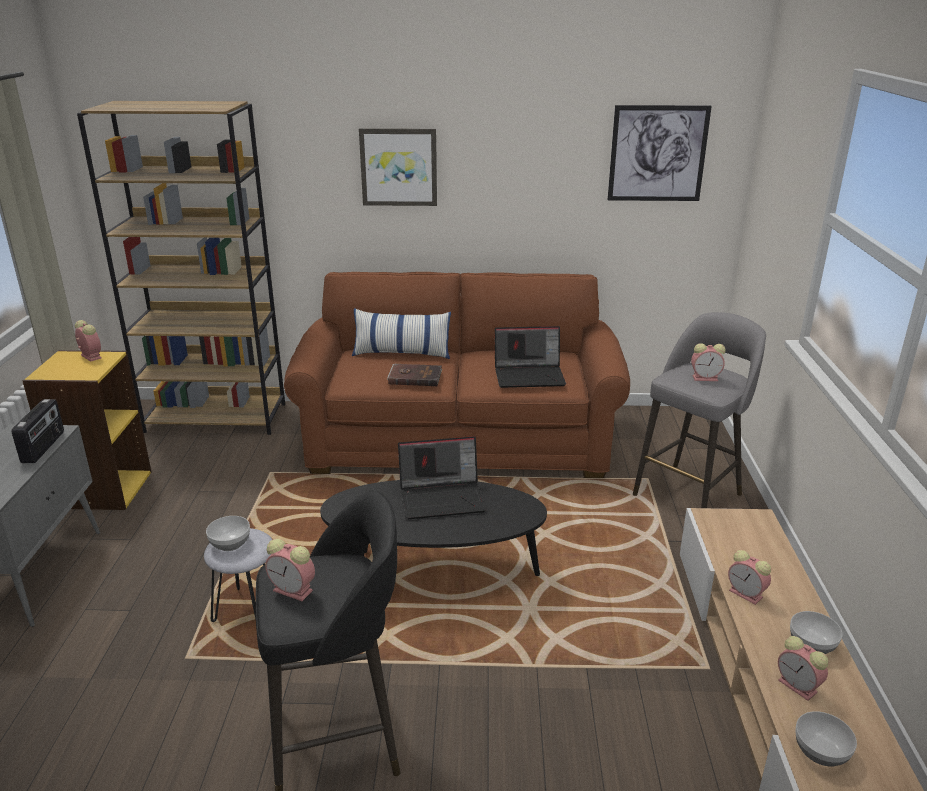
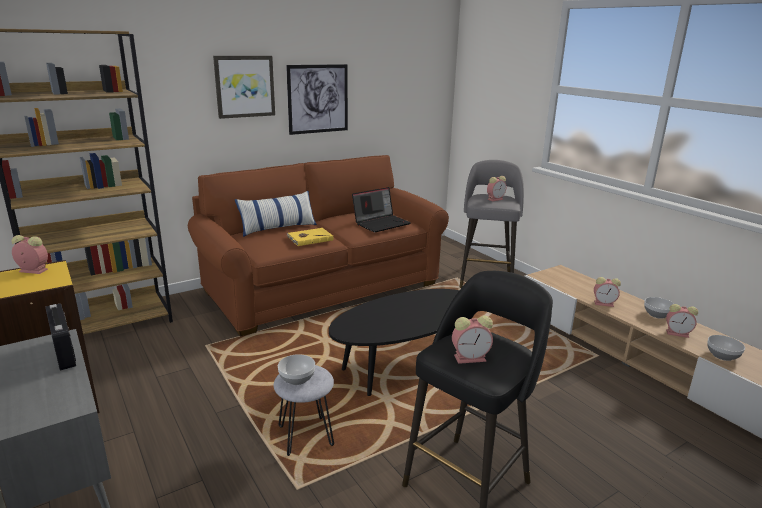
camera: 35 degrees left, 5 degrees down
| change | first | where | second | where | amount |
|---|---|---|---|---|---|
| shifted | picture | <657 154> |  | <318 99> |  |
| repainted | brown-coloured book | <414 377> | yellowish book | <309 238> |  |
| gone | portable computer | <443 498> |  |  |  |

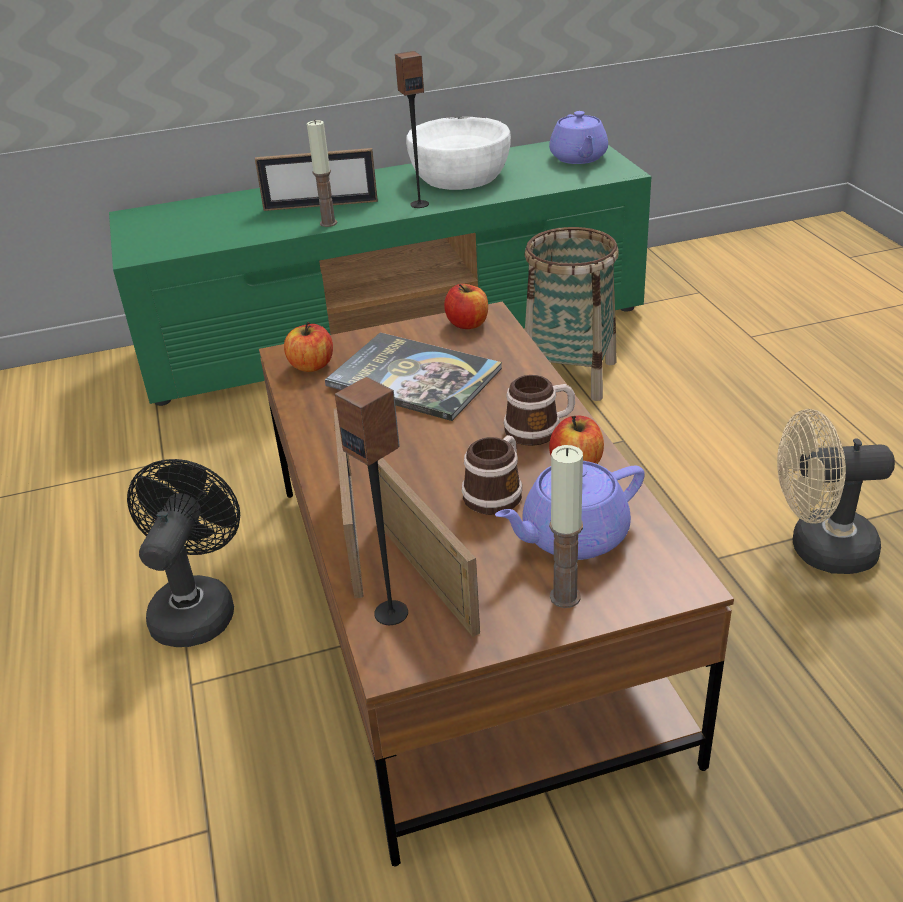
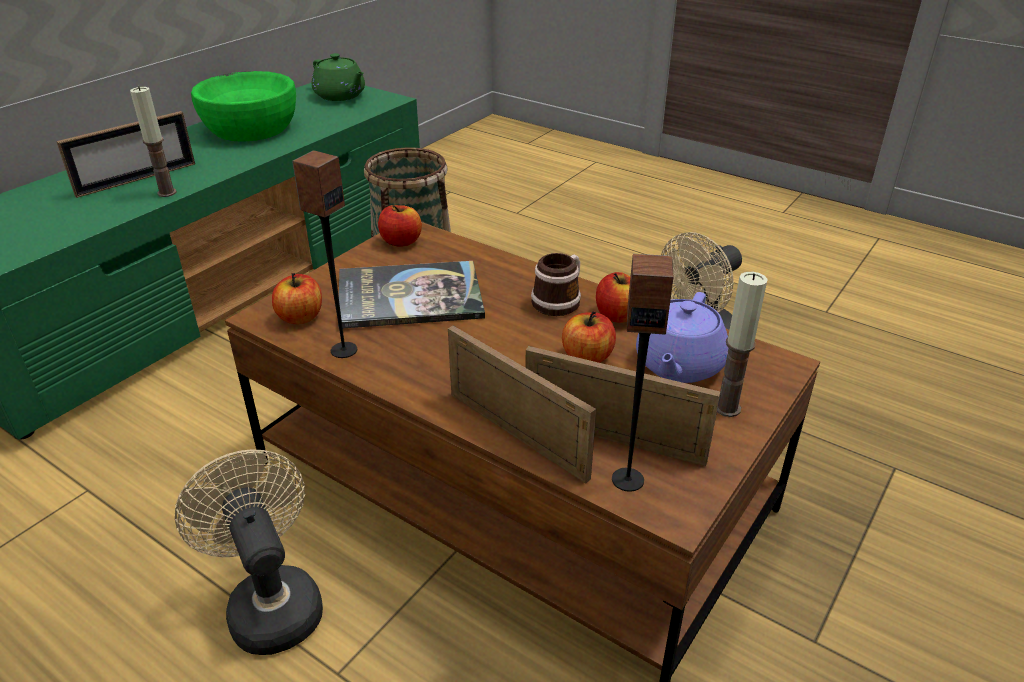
camera: 40 degrees left, 0 degrees up
| change | first | where | second | where | amount |
|---|---|---|---|---|---|
| repainted | black fan | <197 607> | beige fan | <270 603> |  |
| repainted | white serving bowl | <460 176> | green serving bowl | <250 128> |  |
| shifted | loudspeaker | <419 204> |  | <343 350> |  |
| repainted | purple tea pot | <578 158> | green tea pot | <340 96> |  |
| swapped | coffee mug | <496 492> | apple | <587 357> |  |

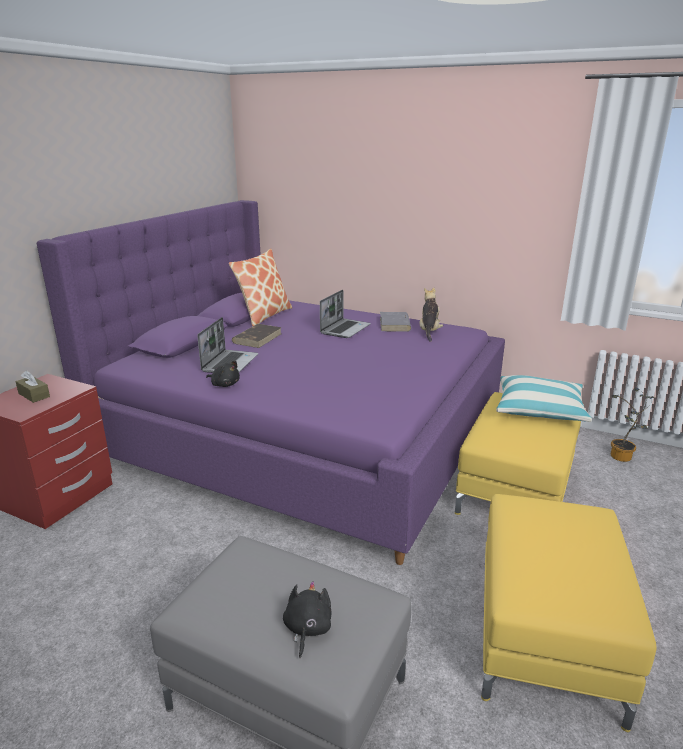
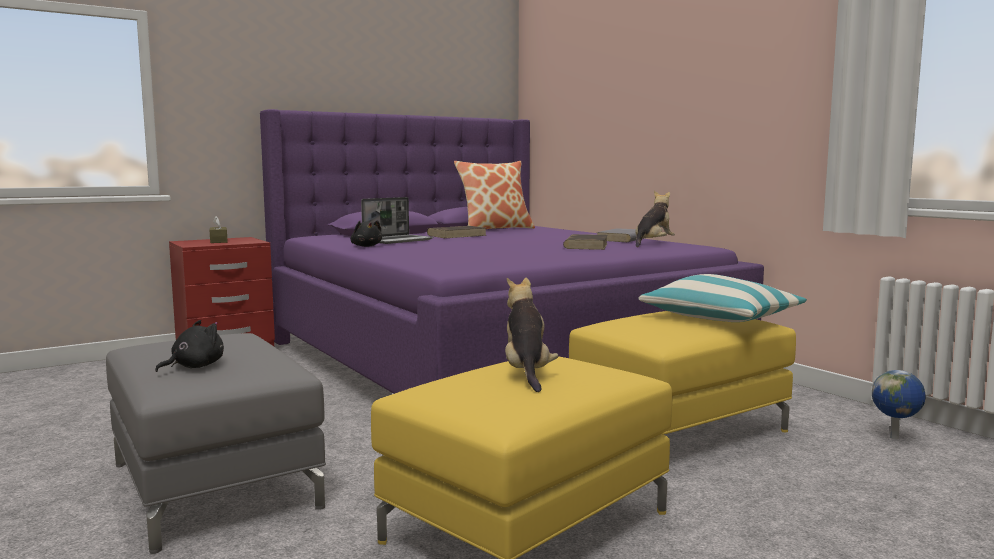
camera: 30 degrees right, 15 degrees down
| change | first | where | second | where | amount |
|---|---|---|---|---|---|
| new |  |  | plush toy | <527 373> |  |
| new |  |  | brown-coloured book | <586 246> |  |
| swapped | plant in a pot | <622 458> | desk globe | <895 438> |  |
| gone | portable computer | <345 329> |  |  |  |

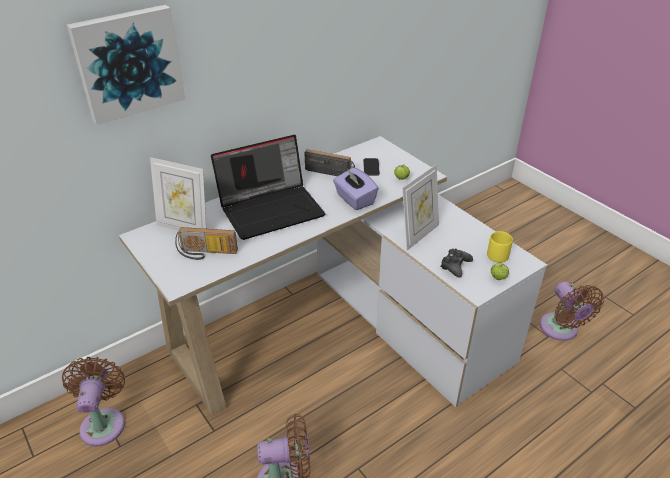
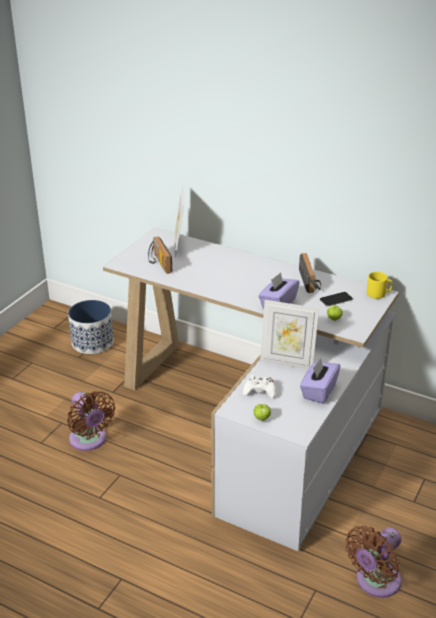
camera: 65 degrees right, 5 degrees down
| change | first | where | second | where | amount |
|---|---|---|---|---|---|
| swapped | brown-coloured fan | <103 422> | plant pot | <92 342> |  |
| repainted | black joypad | <455 266> | white joypad | <259 391> |  |
| new |  |  | purple box of tissues | <318 391> |  |
| shifted | yellowish coffee mug | <498 254> |  | <378 294> |  |
| gone | picture | <128 63> |  |  |  |
| gone | portable computer | <272 208> |  |  |  |

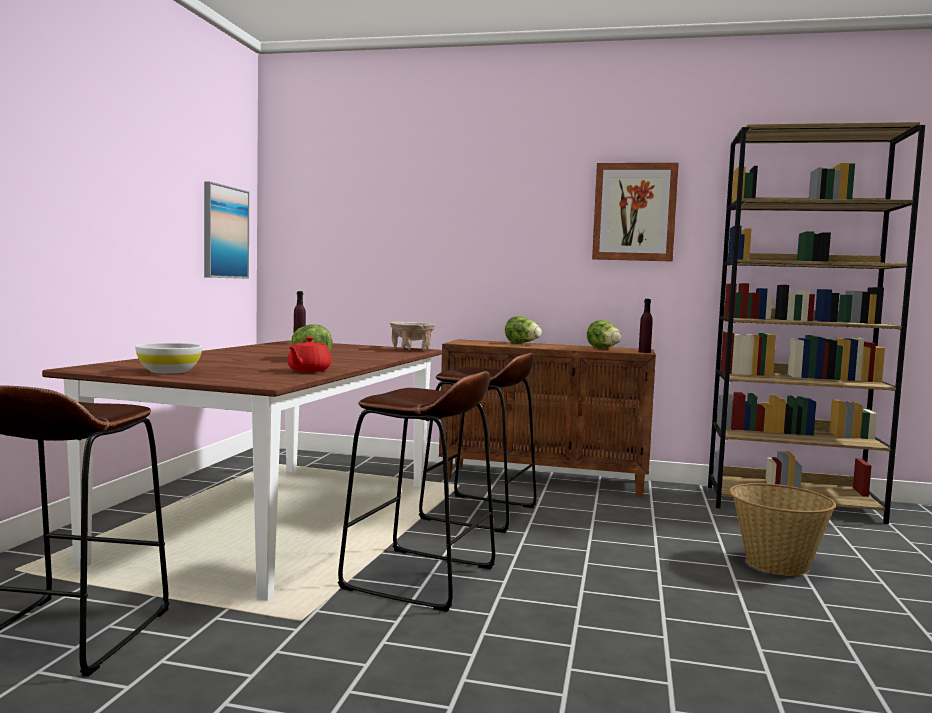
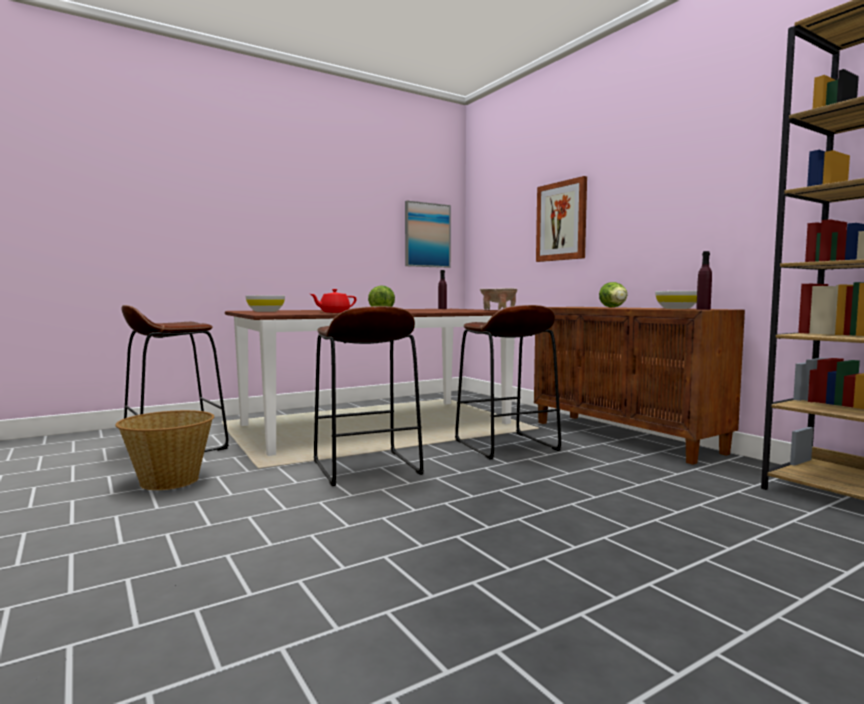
camera: 45 degrees right, 0 degrees up
| change | first | where | second | where | amount |
|---|---|---|---|---|---|
| shifted | household basket | <775 564> |  | <169 480> |  |
| shifted | picture | <634 212> |  | <561 221> |  |
| swapped | lettuce head | <604 348> | white serving bowl | <676 308> |  |

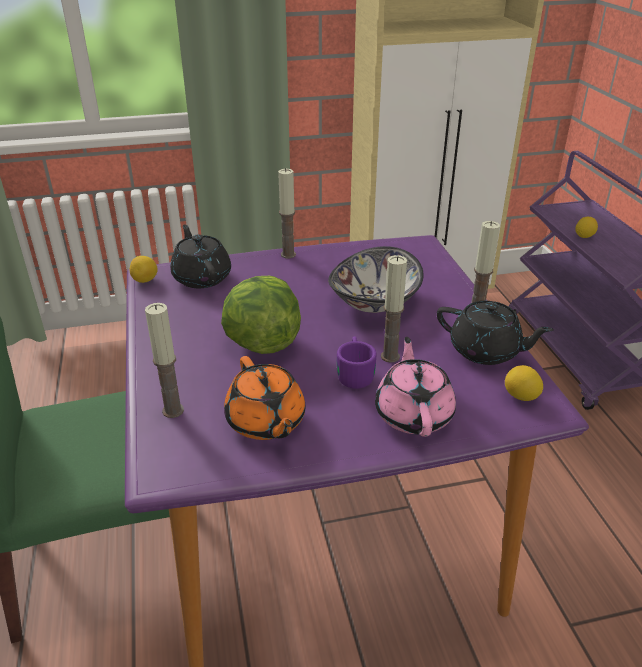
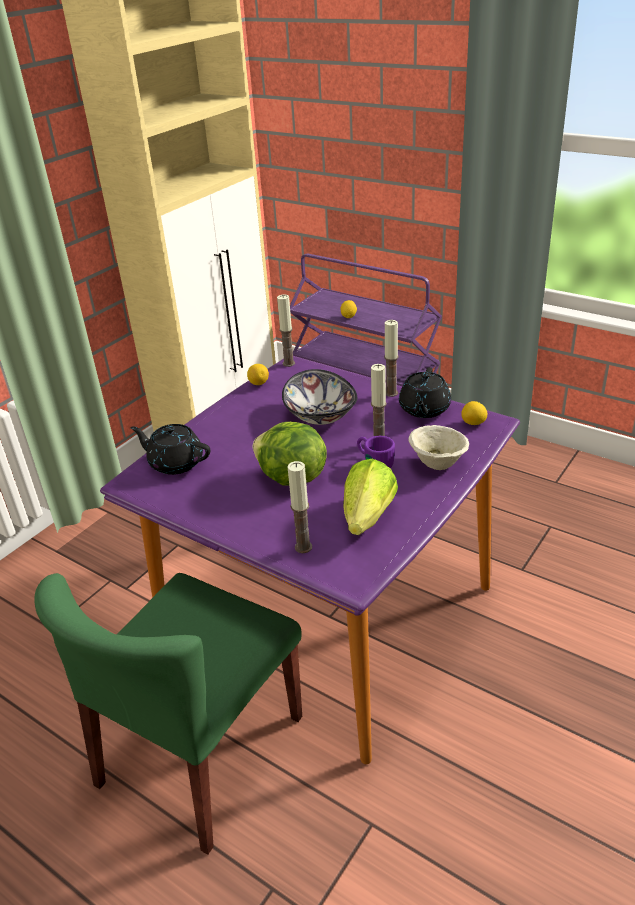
camera: 40 degrees left, 0 degrees up
| change | first | where | second | where | amount |
|---|---|---|---|---|---|
| shifted | citrus fruit | <145 280> |  | <258 383> |  |
| shifted | candle | <288 254> |  | <289 363> |  |
| swapped | orange-coloured tea pot | <266 422> | lettuce head | <368 517> |  |
| rotated | black tea pot | <486 351> |  | <424 409> | 120 degrees clockwise |
| swapped | pink-coloured tea pot | <413 413> | beige serving bowl | <436 463> |  |

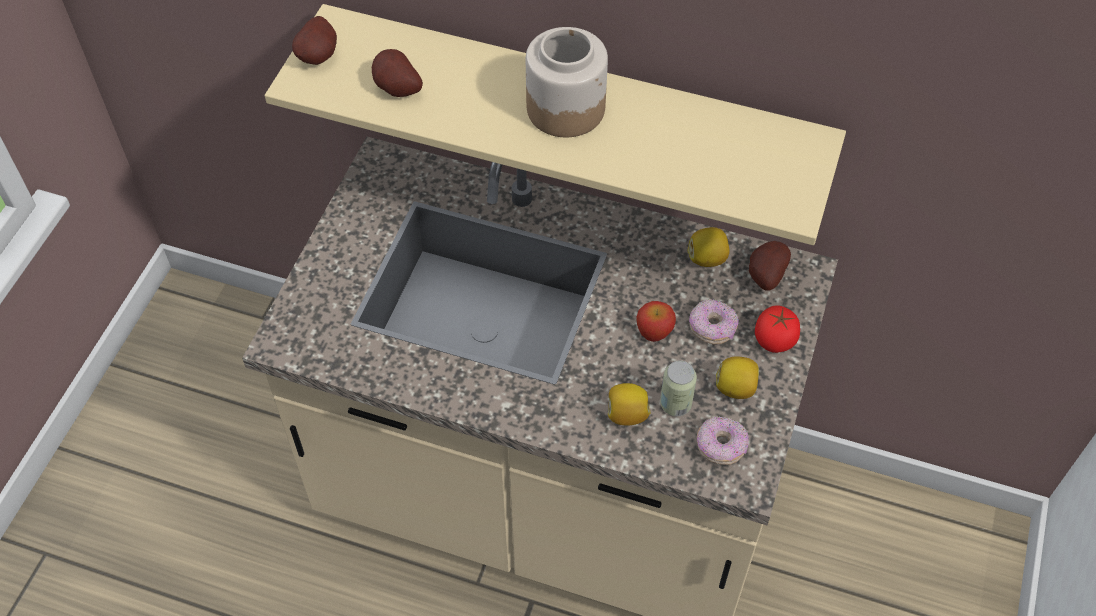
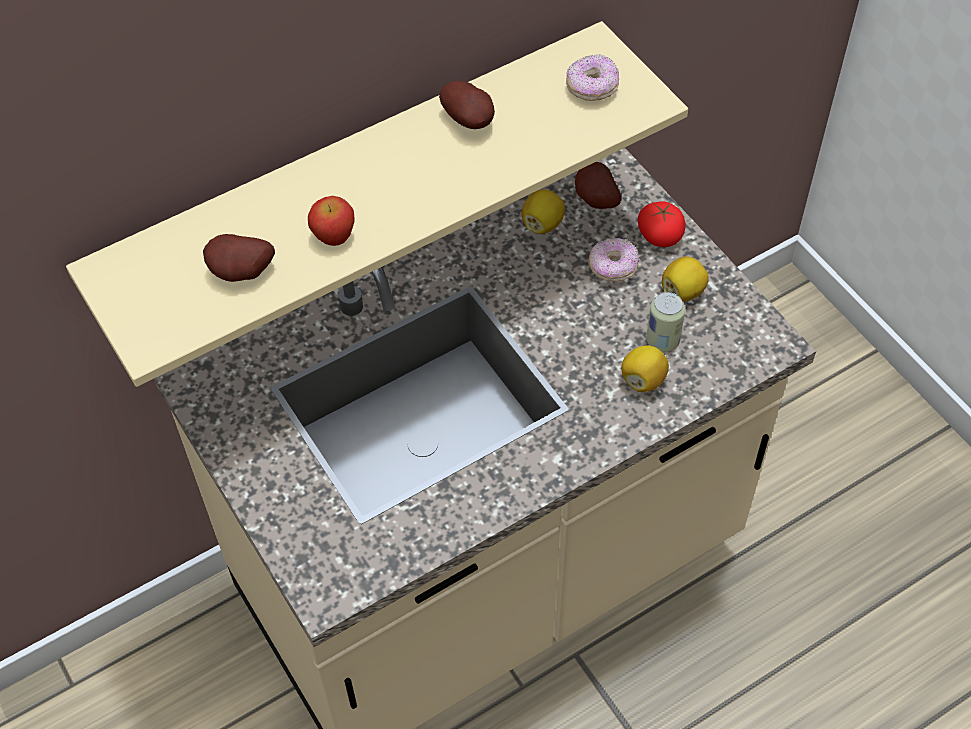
camera: 50 degrees left, 0 degrees up
| change | first | where | second | where | amount |
|---|---|---|---|---|---|
| shifted | apple | <654 331> |  | <334 235> |  |
| shifted | potato | <320 56> |  | <470 120> |  |
| shifted | doughnut | <720 446> |  | <592 88> |  |
| gone | jar | <565 108> |  |  |  |

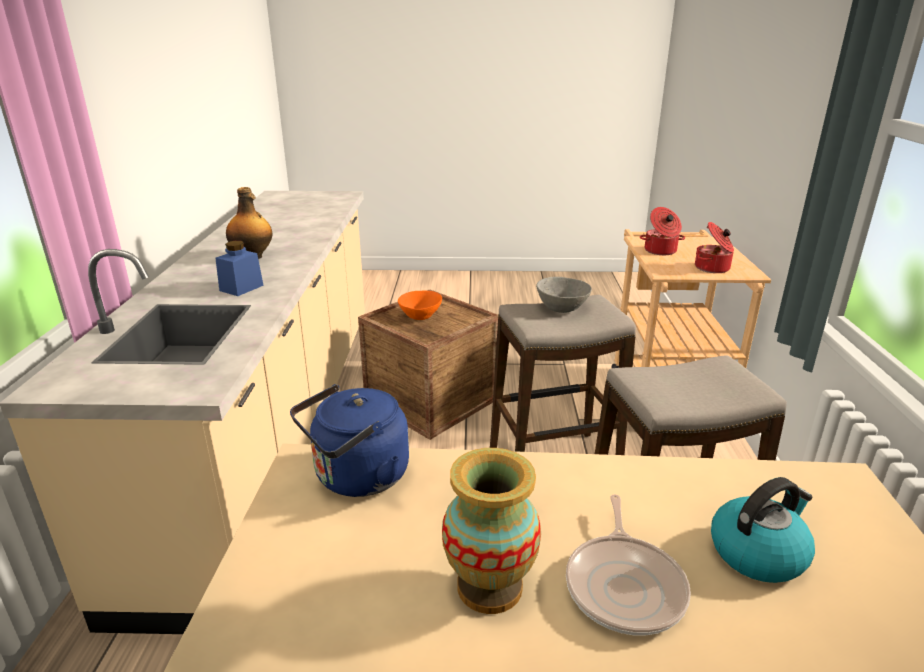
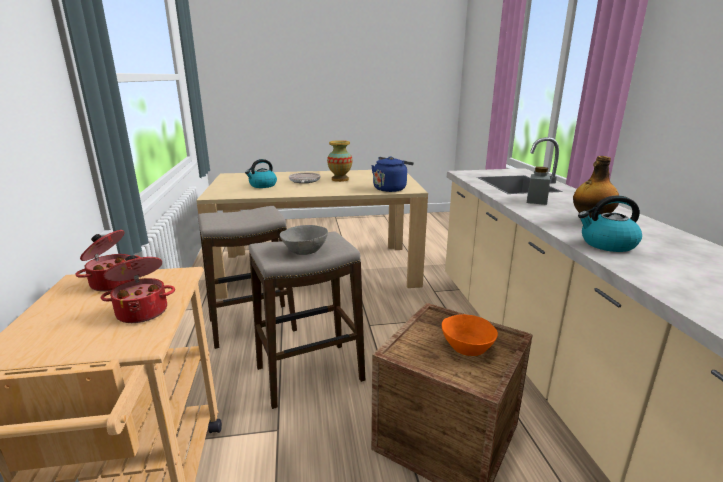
camera: 170 degrees right, 5 degrees down
| change | first | where | second | where | amount |
|---|---|---|---|---|---|
| repainted | blue jar | <241 288> | greyish jar | <536 200> |  |
| new |  |  | tea kettle | <607 244> |  |

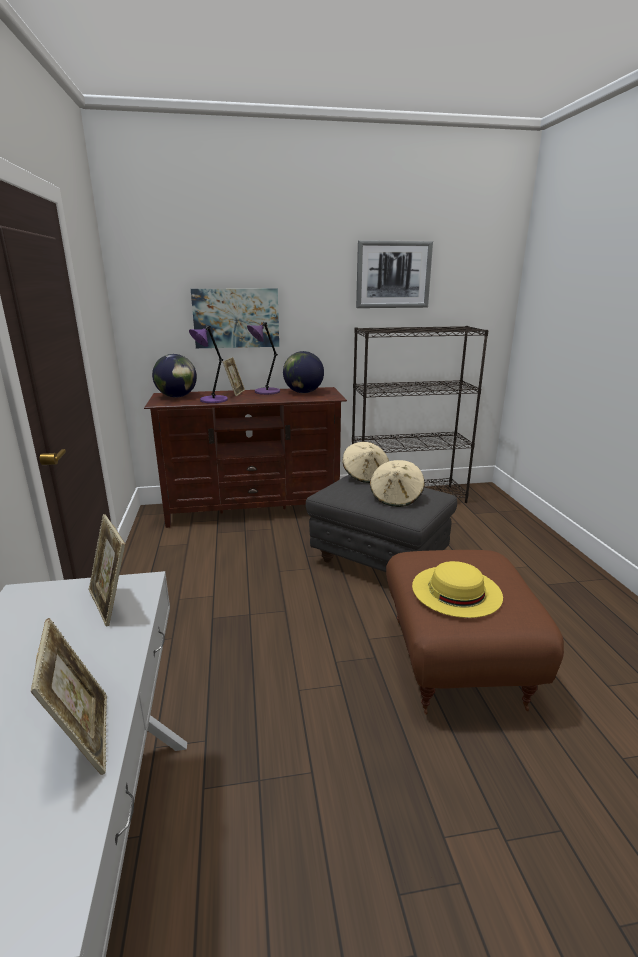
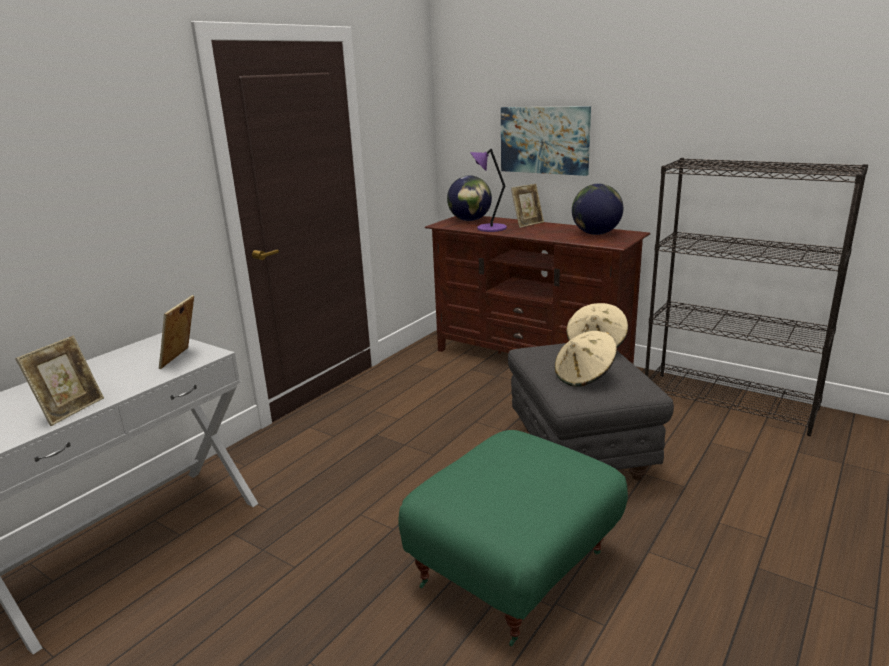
camera: 45 degrees right, 0 degrees up
| change | first | where | second | where | amount |
|---|---|---|---|---|---|
| repainted | brown-coloured ottoman | <458 661> | green ottoman | <515 571> |  |
| gone | purple tabletop lamp | <265 392> |  |  |  |
| gone | picture | <393 275> |  |  |  |
| gone | yellowish clothing hat | <456 590> |  |  |  |

